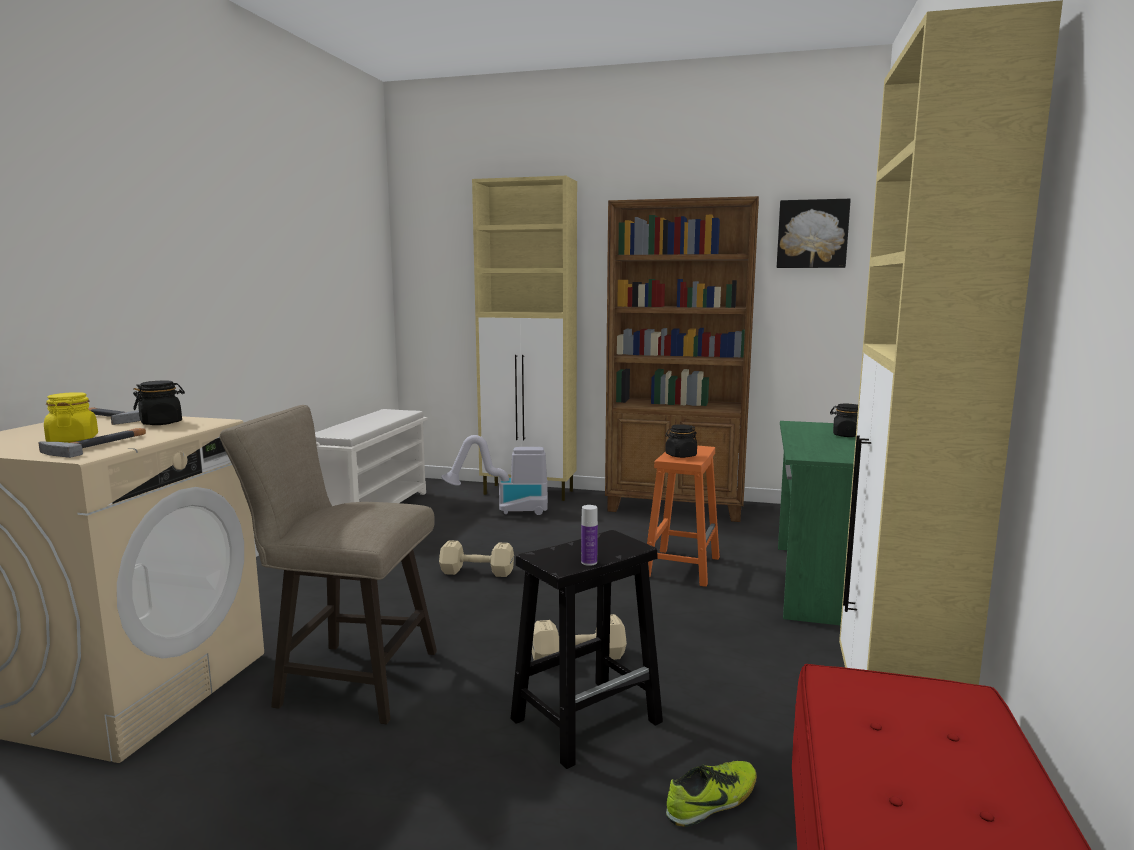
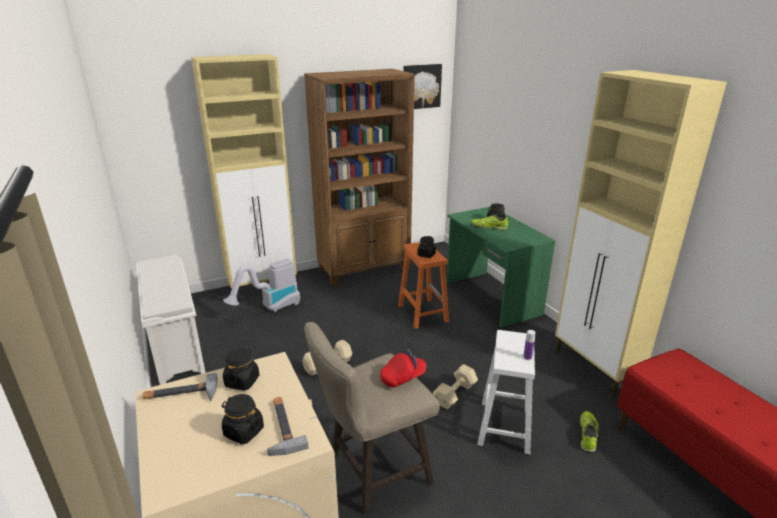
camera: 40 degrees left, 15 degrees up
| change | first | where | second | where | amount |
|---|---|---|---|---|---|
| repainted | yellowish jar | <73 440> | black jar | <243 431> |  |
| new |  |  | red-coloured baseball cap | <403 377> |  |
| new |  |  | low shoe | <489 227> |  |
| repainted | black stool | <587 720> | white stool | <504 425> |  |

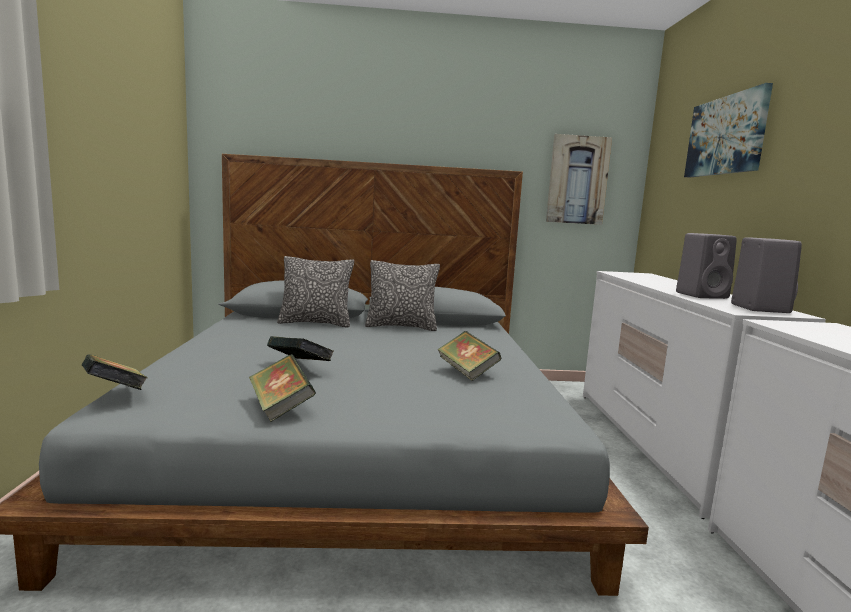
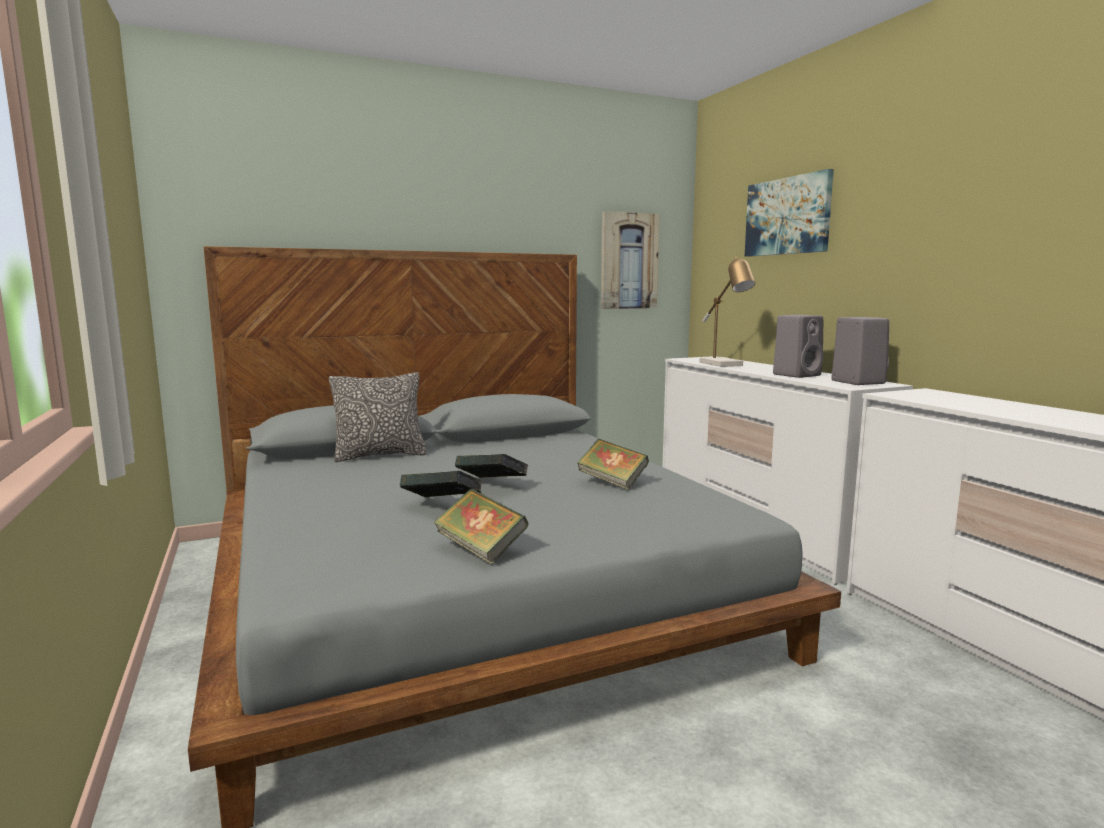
camera: 20 degrees left, 0 degrees up
| change | first | where | second | where | amount |
|---|---|---|---|---|---|
| shifted | book | <115 394> |  | <492 485> |  |
| new |  |  | tabletop lamp | <724 364> |  |
| gone | throw pillow | <401 326> |  |  |  |

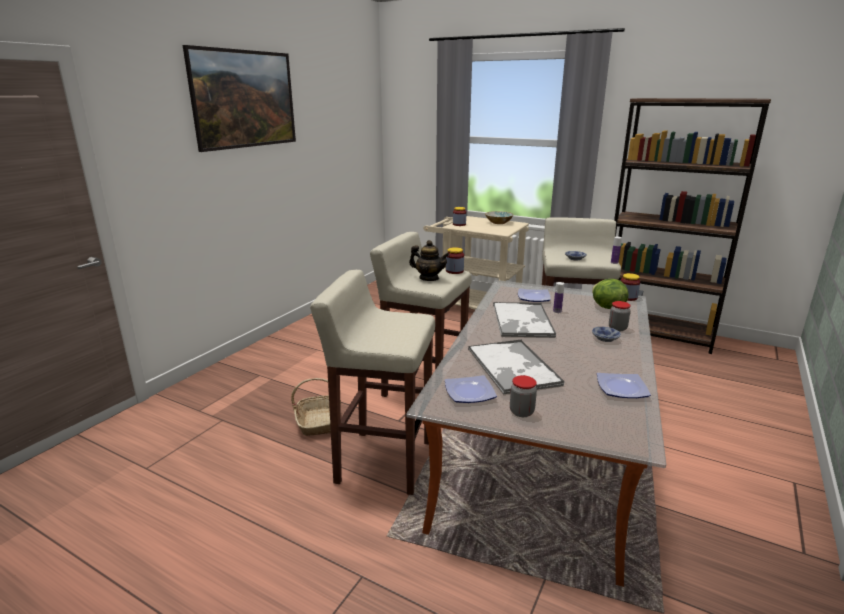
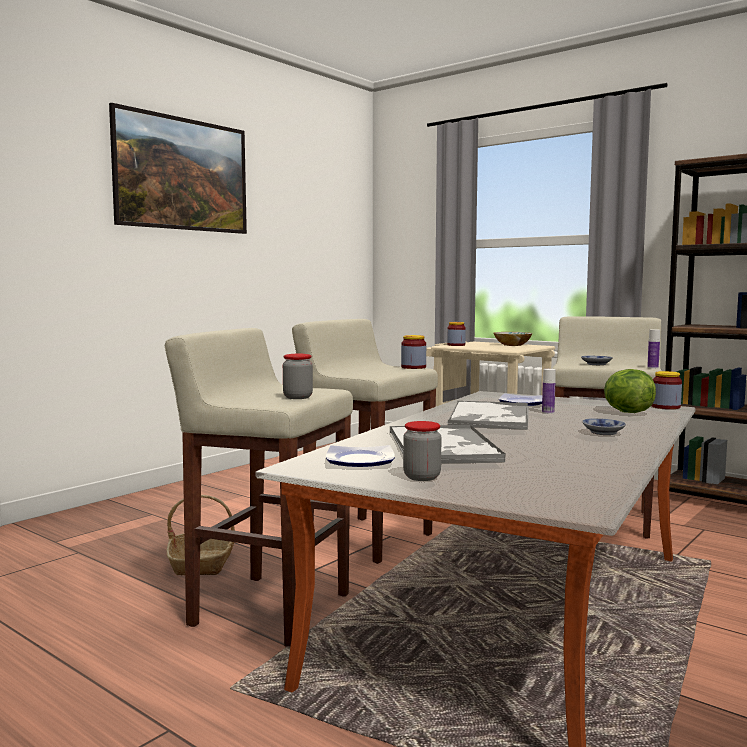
camera: 10 degrees right, 15 degrees down
| change | first | where | second | where | amount |
|---|---|---|---|---|---|
| shifted | jar | <617 328> |  | <298 397> |  |
| gone | tea pot | <429 278> |  |  |  |
| gone | plate | <620 388> |  |  |  |

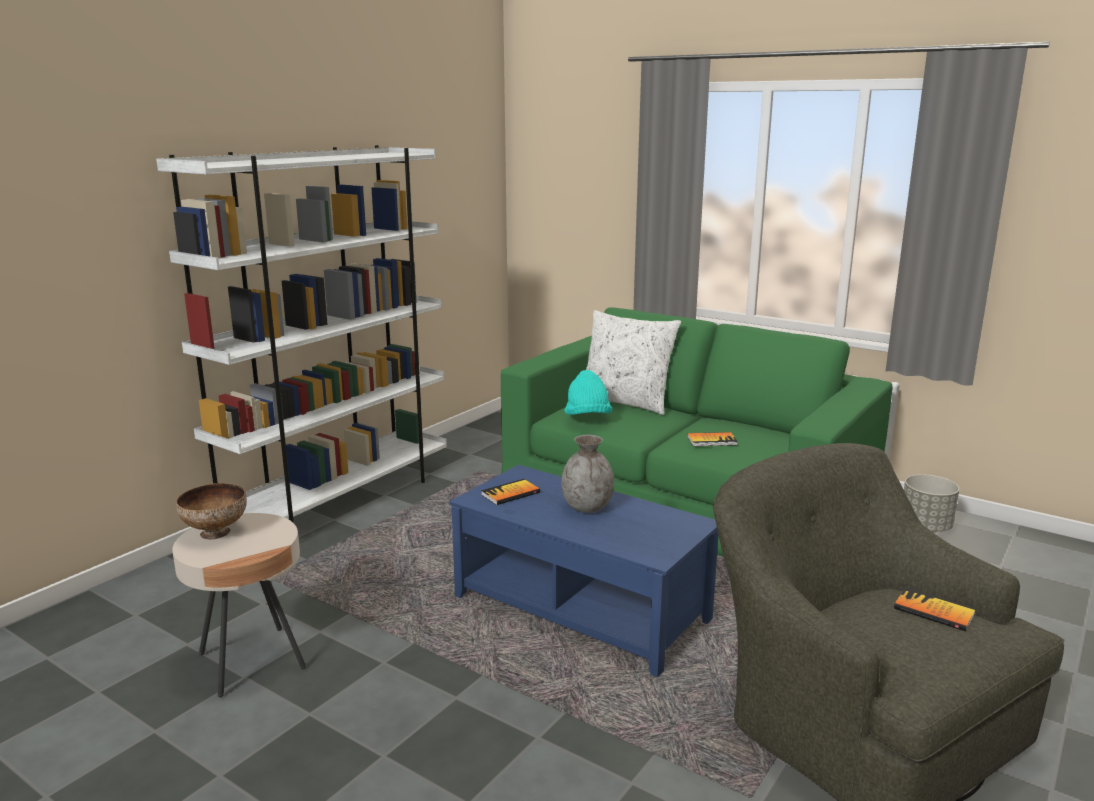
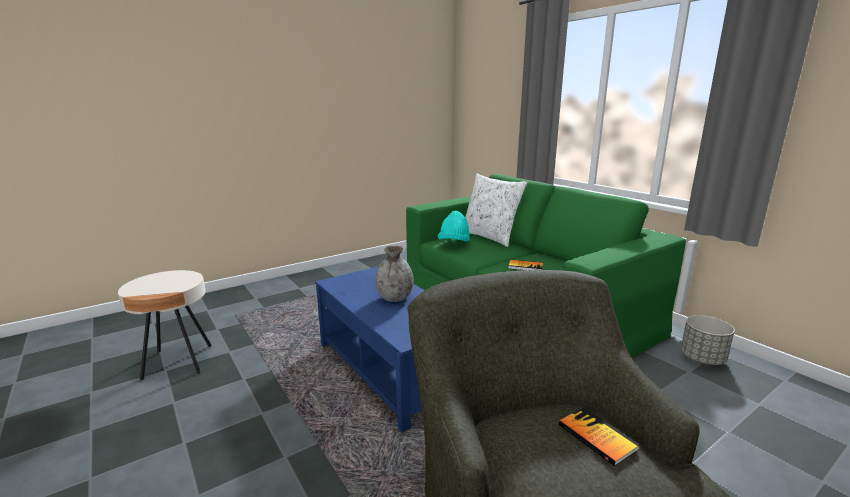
camera: 20 degrees right, 0 degrees up
| change | first | where | second | where | amount |
|---|---|---|---|---|---|
| gone | white shelving unit | <340 502> |  |  |  |
| gone | serving bowl | <216 533> |  |  |  |
| gone | book | <510 493> |  |  |  |

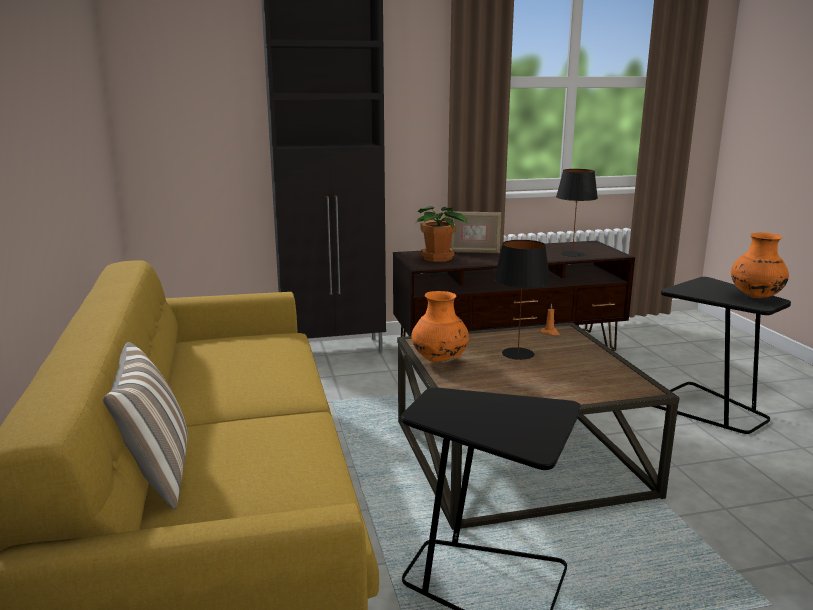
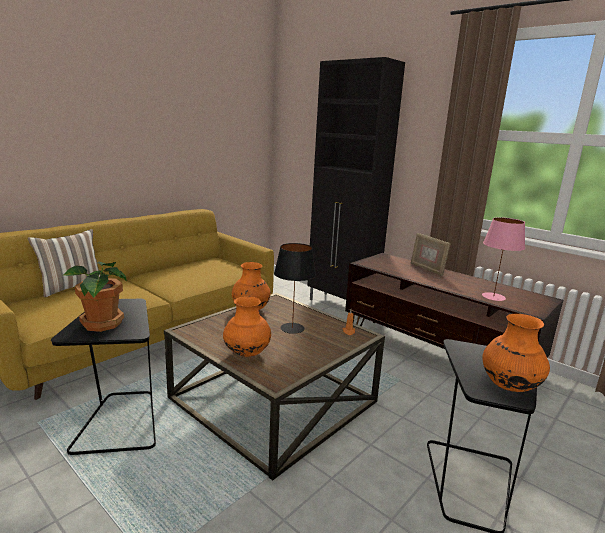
camera: 55 degrees right, 0 degrees up
| change | first | where | second | where | amount |
|---|---|---|---|---|---|
| shifted | plant in a pot | <438 258> |  | <101 324> |  |
| new |  |  | orange-coloured vase | <247 353> |  |
| repainted | black tabletop lamp | <572 254> | pink-coloured tabletop lamp | <494 296> |  |

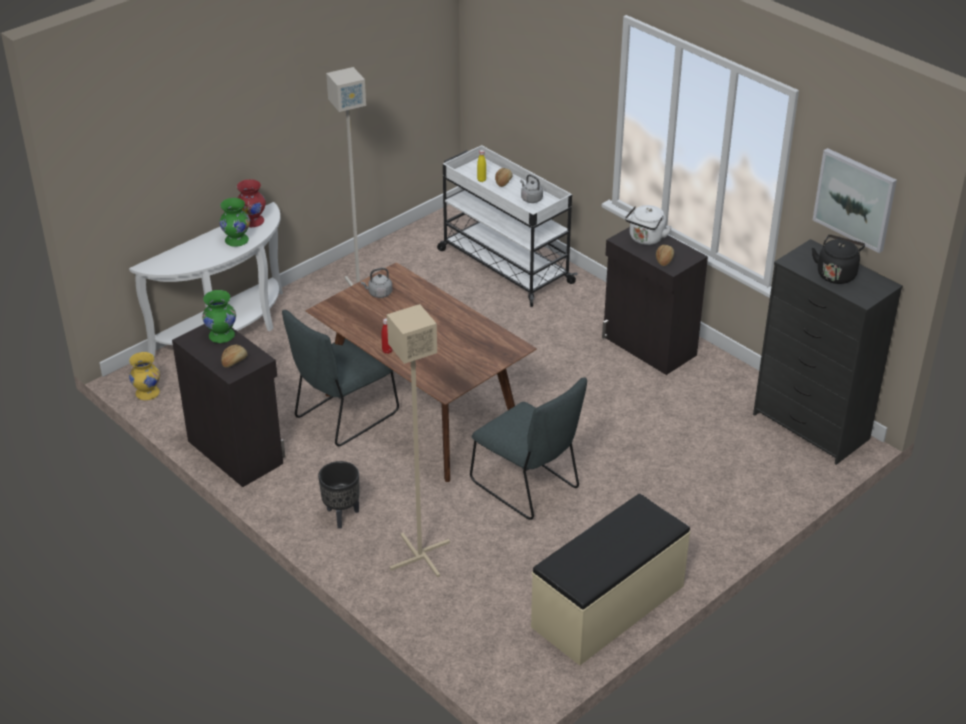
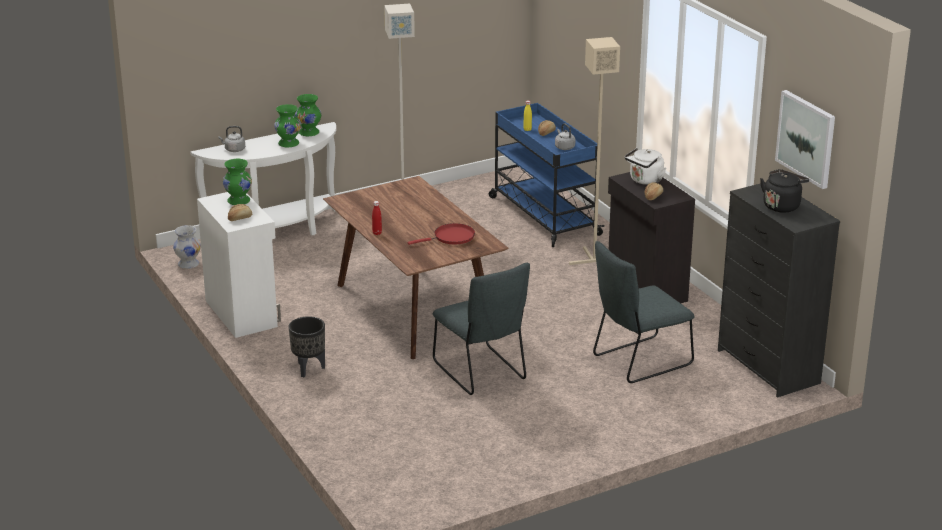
camera: 15 degrees right, 10 degrees down
| change | first | where | second | where | amount |
|---|---|---|---|---|---|
| repainted | yellowish vase | <148 393> | white vase | <188 264> |  |
| repainted | black cupboard | <236 451> | white cupboard | <242 313> |  |
| shifted | greyish tea kettle | <379 293> |  | <233 149> |  |
| repainted | red-coloured vase | <253 221> | green vase | <309 132> |  |
| new |  |  | red-coloured frying pan | <451 237> |  |
| repainted | white cart | <503 265> | blue cart | <543 215> |  |
| shifted | beige standing lamp | <419 556> |  | <593 260> |  |
| shifted | greyish upright chair | <343 417> |  | <638 361> |  |
| gone | beige bench | <609 607> |  |  |  |

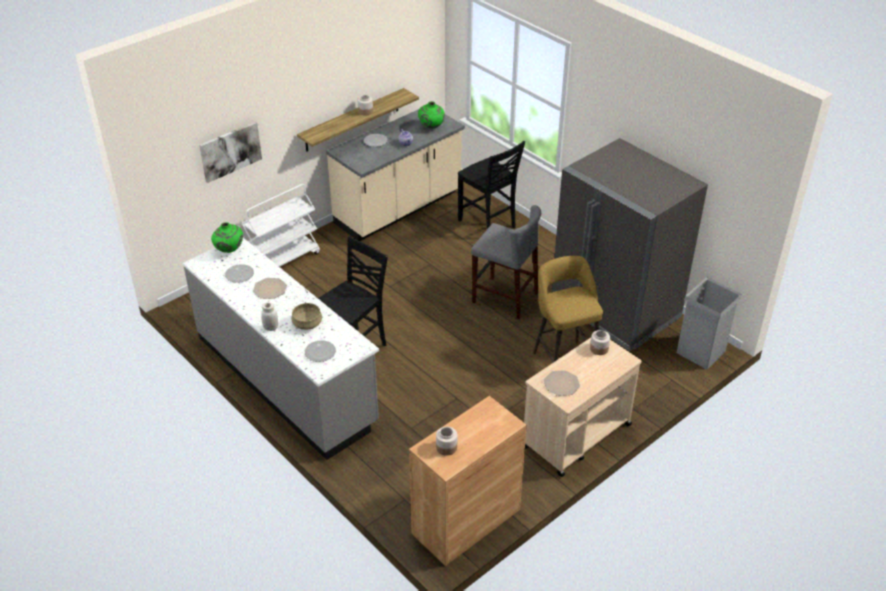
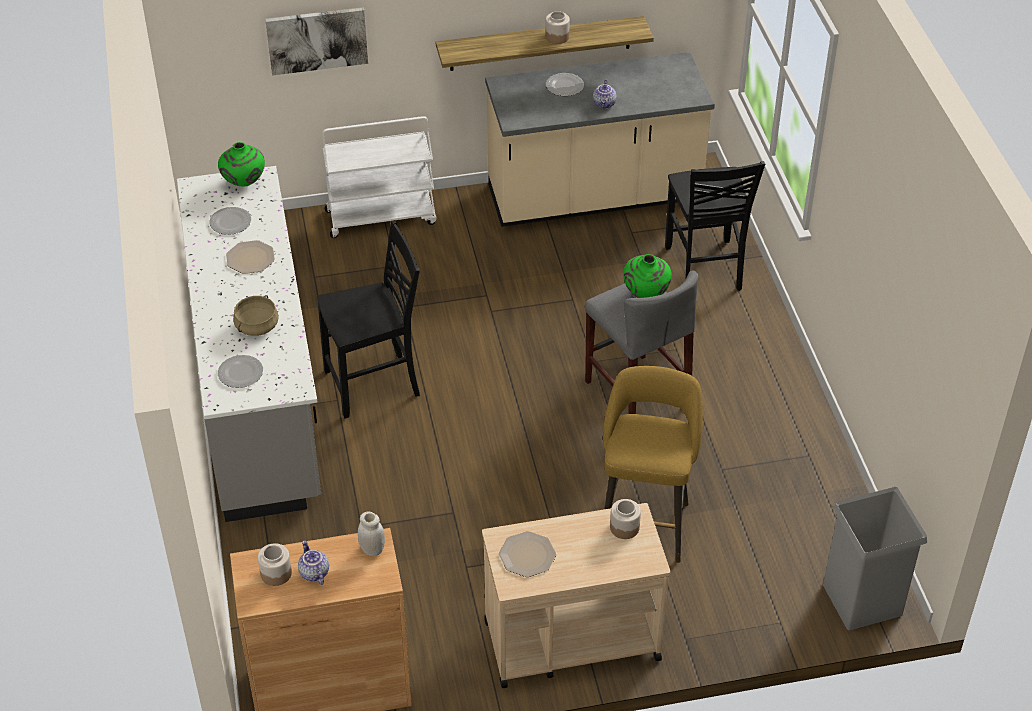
camera: 30 degrees right, 5 degrees up
| change | first | where | second | where | amount |
|---|---|---|---|---|---|
| new |  |  | tea pot | <313 573> |  |
| shifted | white jar | <271 328> |  | <372 549> |  |
| shifted | green vase | <431 127> |  | <646 295> |  |
| gone | greyish kitchen fridge | <615 309> |  |  |  |

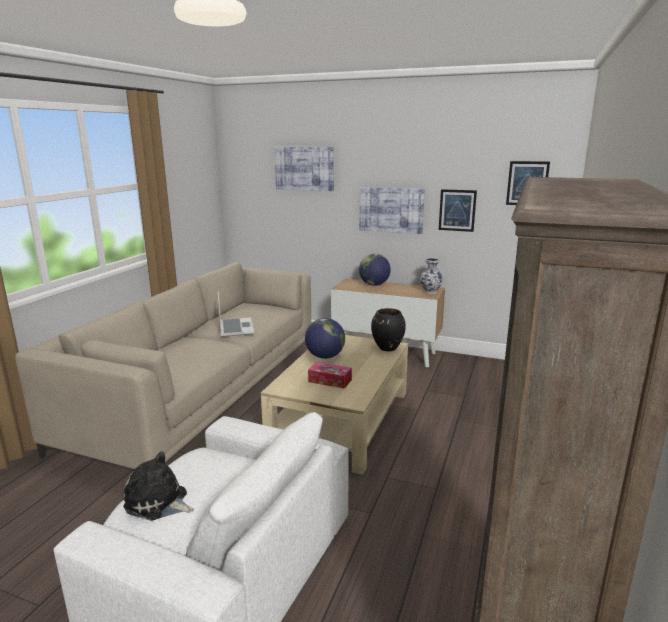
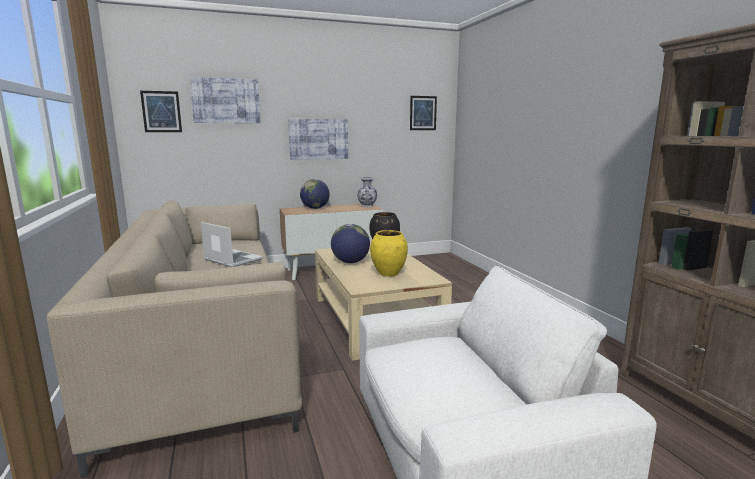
camera: 40 degrees left, 5 degrees down
| change | first | where | second | where | amount |
|---|---|---|---|---|---|
| shifted | picture | <457 210> |  | <161 111> |  |
| swapped | box of tissues | <330 381> | yellowish vase | <388 274> |  |
| gone | plush toy | <158 502> |  |  |  |

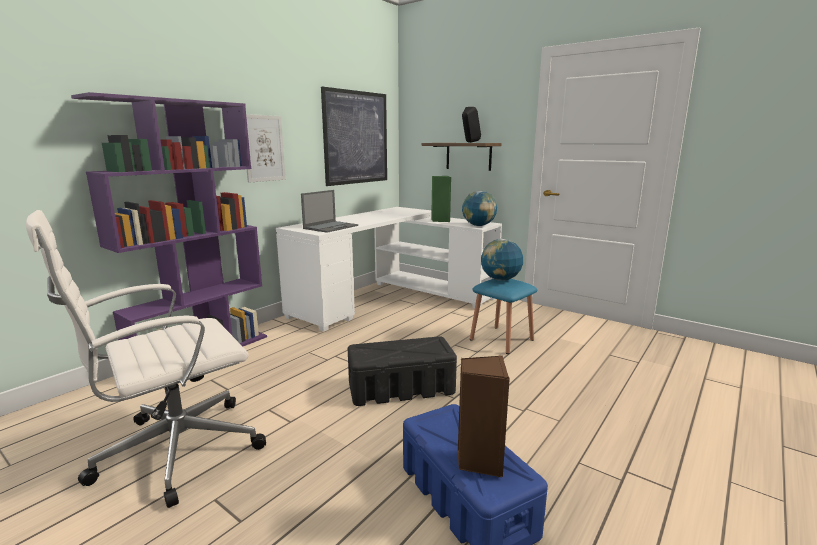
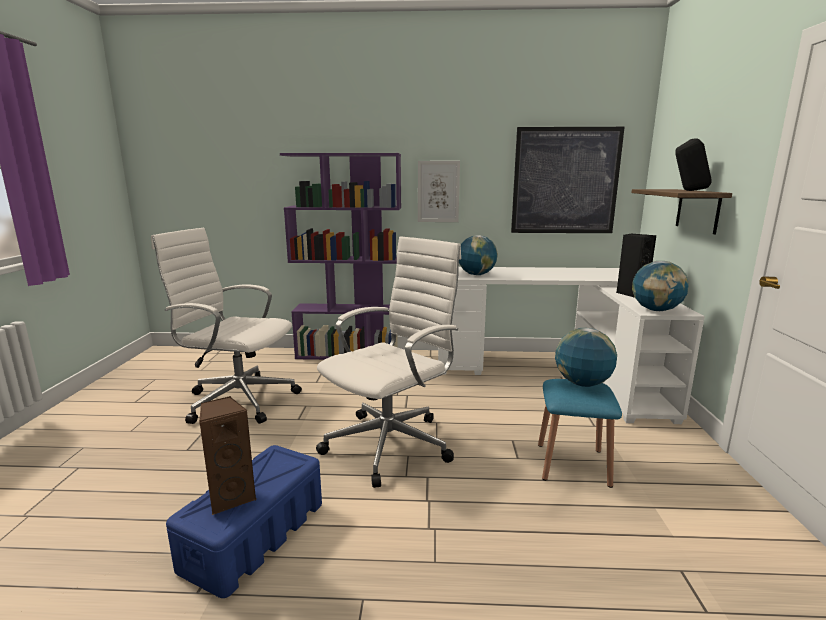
camera: 55 degrees right, 0 degrees up
| change | first | where | second | where | amount |
|---|---|---|---|---|---|
| swapped | black storage container | <402 388> | white desk chair | <392 443> |  |
| swapped | portable computer | <331 227> | desk globe | <476 274> |  |
| repainted | green loudspeaker | <440 220> | black loudspeaker | <631 293> |  |

